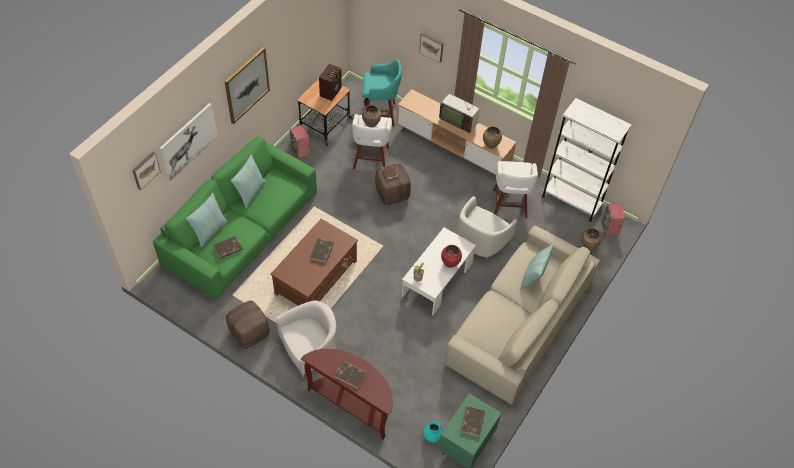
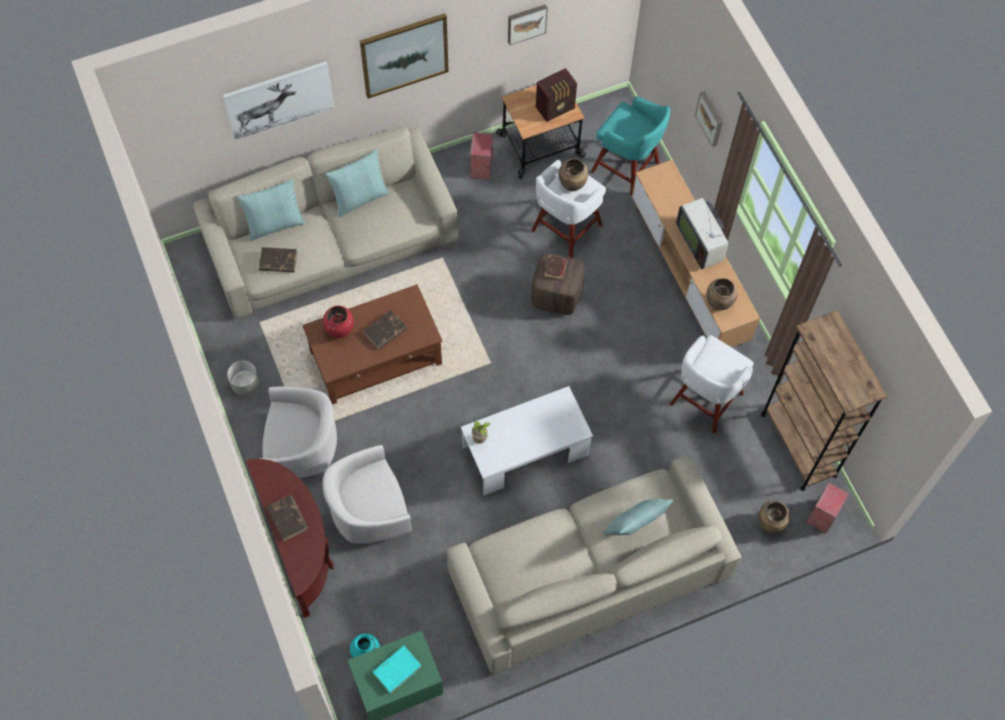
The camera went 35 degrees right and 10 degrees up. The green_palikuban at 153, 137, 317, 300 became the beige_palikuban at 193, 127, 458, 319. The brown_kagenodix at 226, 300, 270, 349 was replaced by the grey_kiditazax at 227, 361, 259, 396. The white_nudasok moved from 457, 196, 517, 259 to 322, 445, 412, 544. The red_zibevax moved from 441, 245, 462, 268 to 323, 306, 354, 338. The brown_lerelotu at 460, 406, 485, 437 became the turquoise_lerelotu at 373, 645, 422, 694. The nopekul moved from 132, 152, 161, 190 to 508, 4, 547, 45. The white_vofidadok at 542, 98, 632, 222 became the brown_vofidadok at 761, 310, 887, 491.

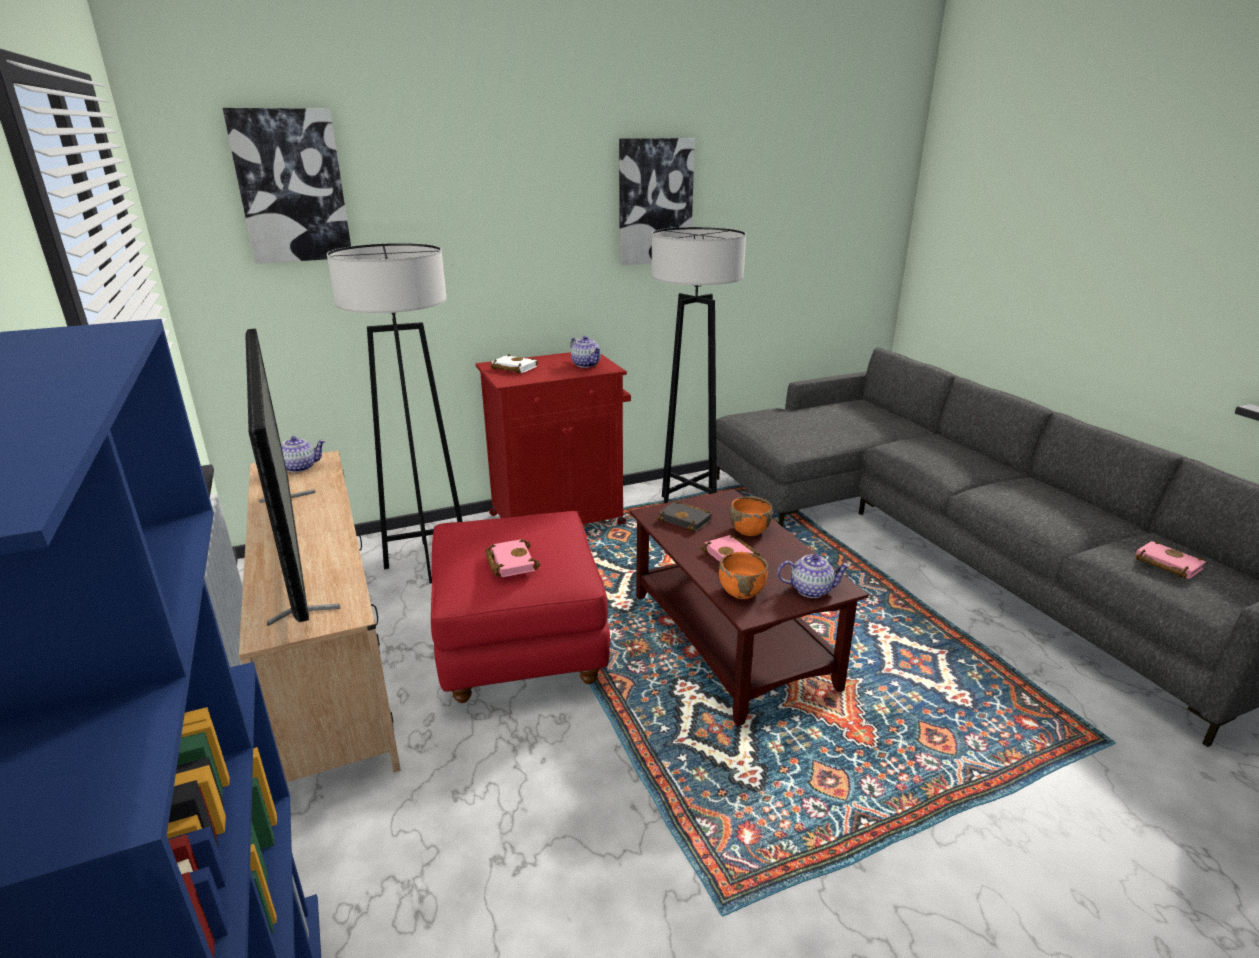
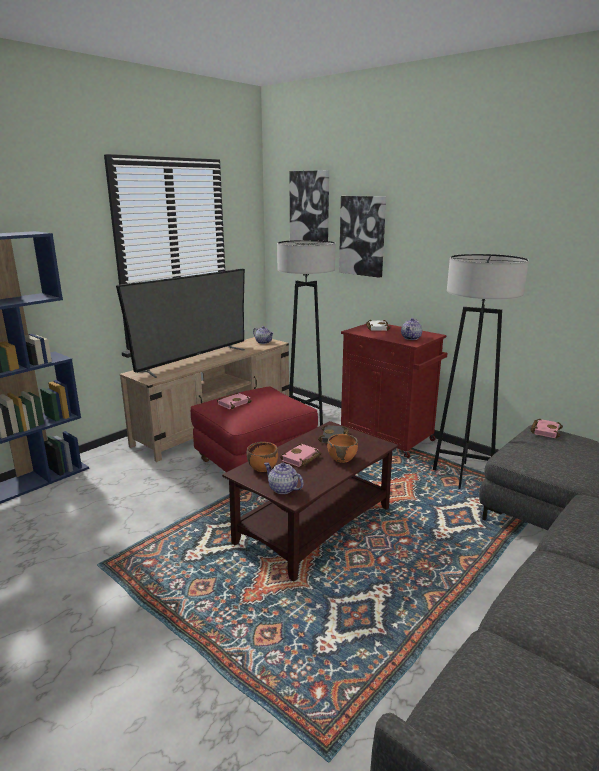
The camera went 65 degrees right and 5 degrees down. The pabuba at 777, 554, 850, 598 turned 150 degrees clockwise. The nopekul moved from 619, 138, 695, 265 to 339, 196, 386, 278. The pink_lerelotu moved from 1135, 541, 1206, 579 to 531, 419, 563, 438.

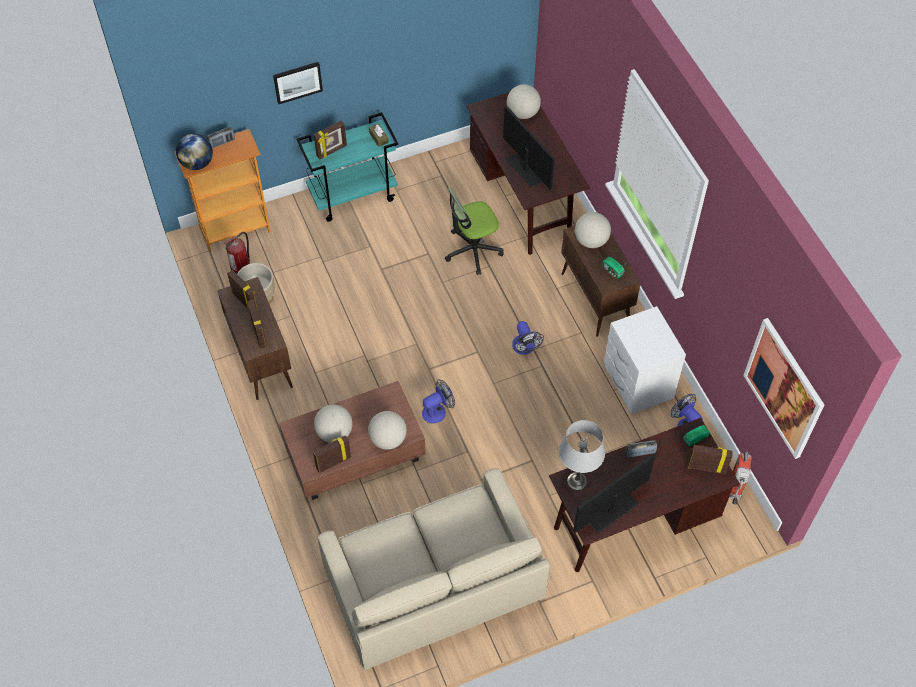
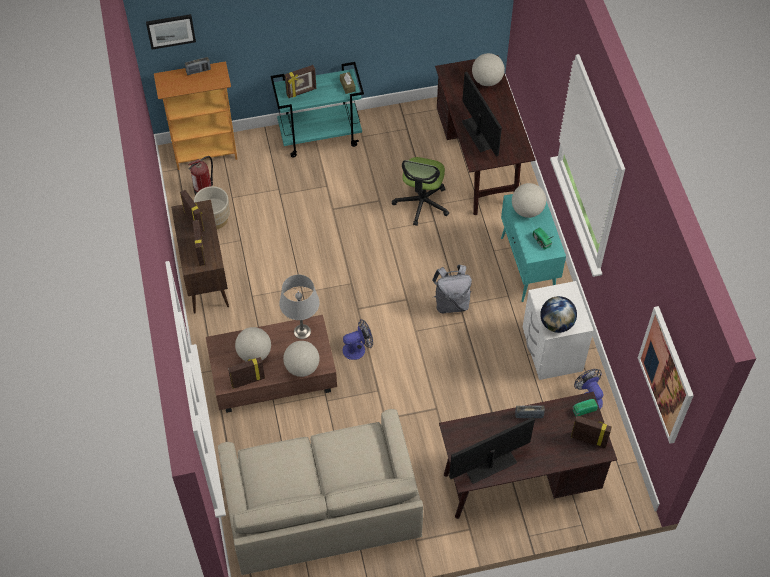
The camera went 10 degrees right and 0 degrees up. The nopekul moved from 273, 62, 323, 104 to 146, 14, 196, 49. The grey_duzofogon moved from 559, 420, 605, 490 to 279, 275, 320, 339. The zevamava at 445, 187, 504, 275 turned 60 degrees counterclockwise. The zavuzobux at 512, 321, 544, 355 was replaced by the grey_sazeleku at 432, 264, 472, 313. The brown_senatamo at 561, 226, 641, 337 became the turquoise_senatamo at 501, 194, 566, 302. The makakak moved from 176, 134, 213, 170 to 540, 296, 577, 333. The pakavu at 729, 451, 751, 505 disappeared.

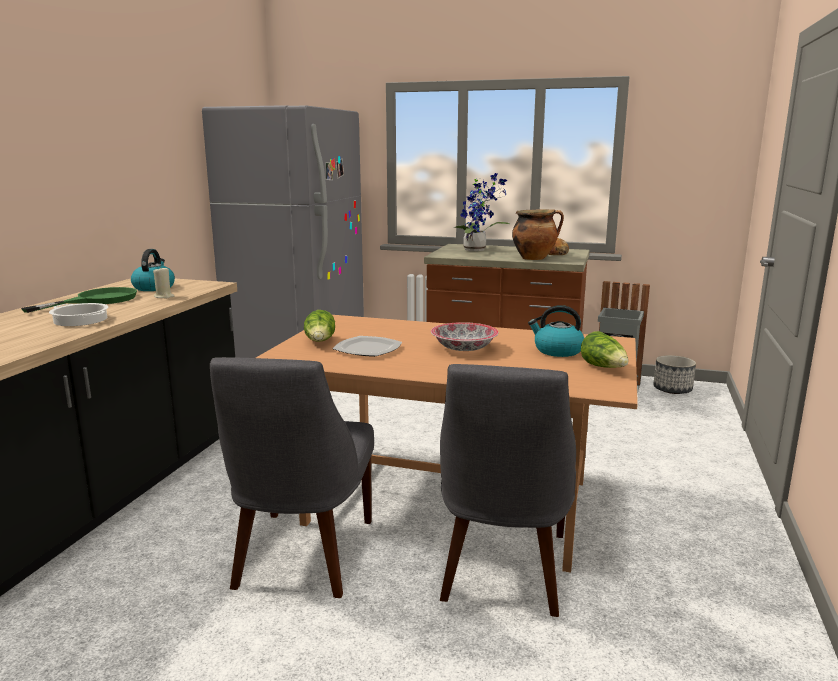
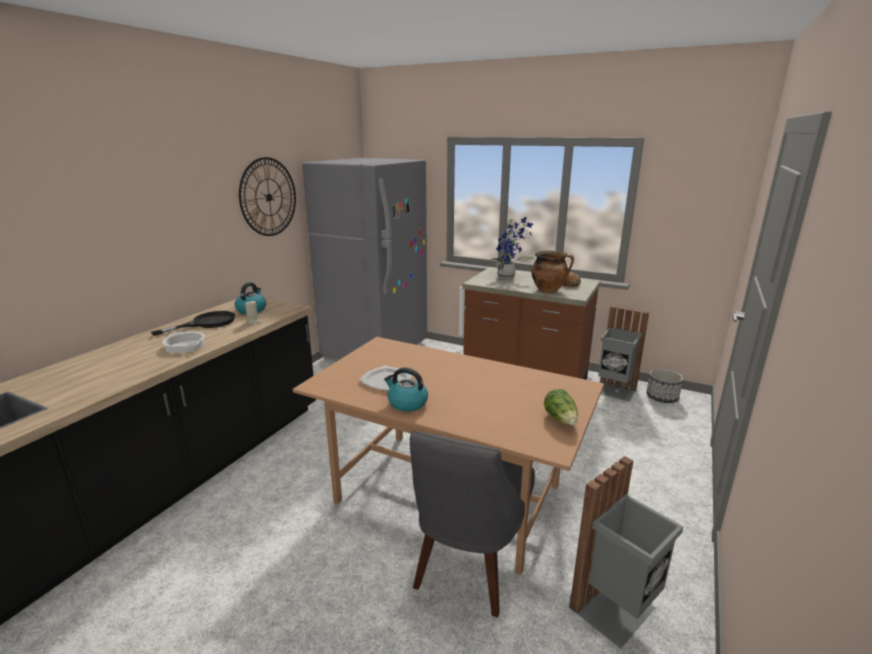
The camera went 10 degrees right and 5 degrees up. The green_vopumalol at 21, 287, 137, 313 became the black_vopumalol at 151, 311, 235, 336. The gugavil at 239, 157, 296, 236 appeared. The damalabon moved from 528, 305, 584, 357 to 384, 368, 428, 411. The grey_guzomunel at 569, 456, 683, 649 appeared. The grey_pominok at 210, 357, 374, 598 disappeared. The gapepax at 304, 310, 335, 342 disappeared. The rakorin at 431, 322, 499, 351 disappeared.

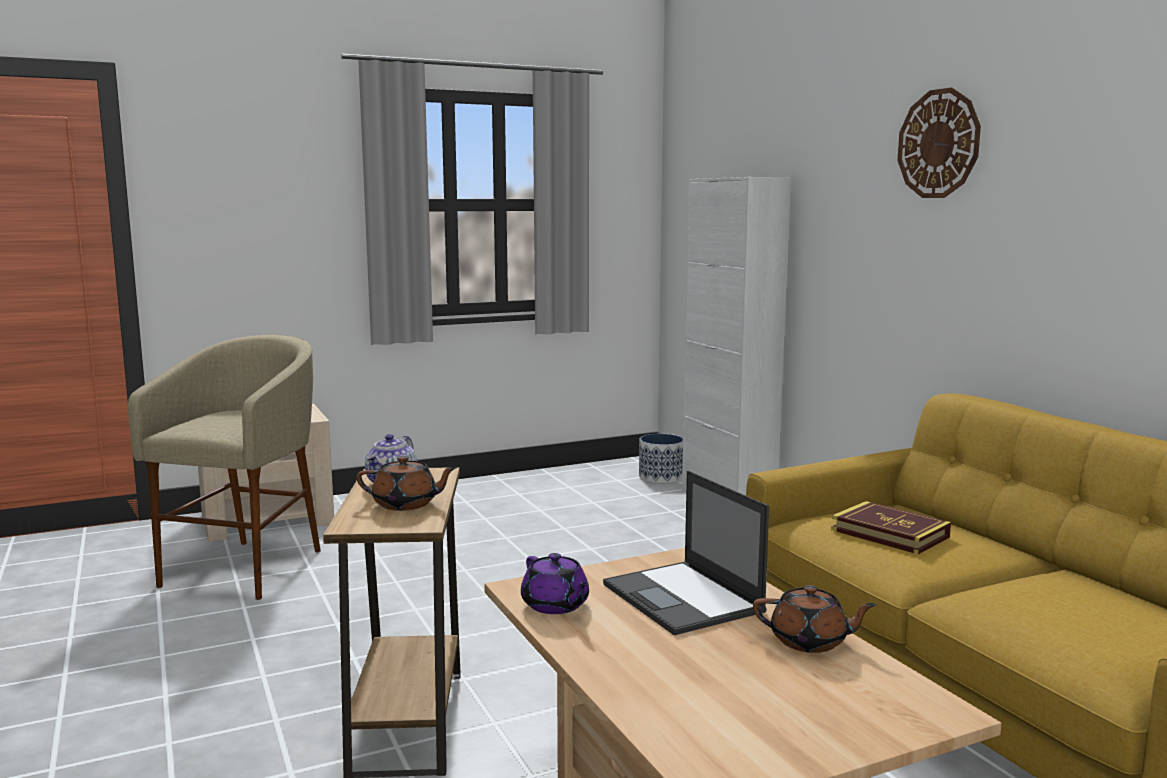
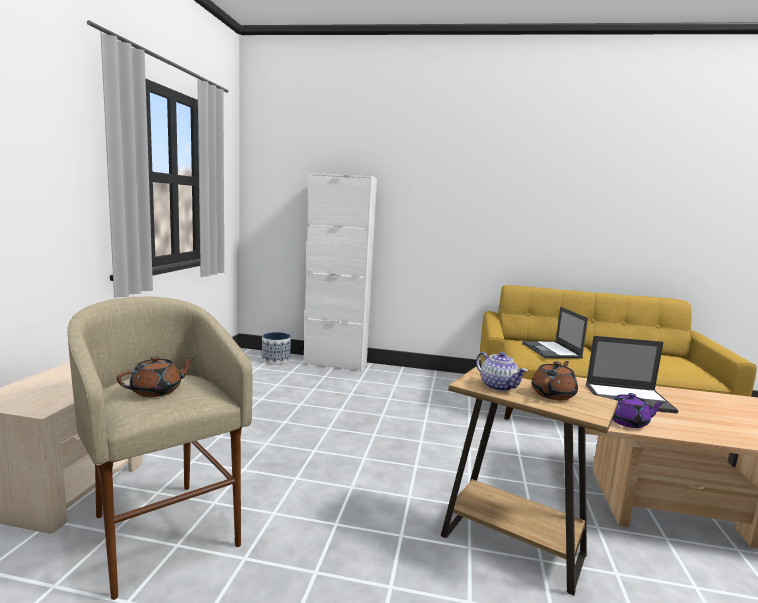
The camera went 55 degrees left and 0 degrees up. The brown_pabuba moved from 753, 585, 877, 653 to 117, 356, 195, 397. The lerelotu at 831, 501, 951, 554 was replaced by the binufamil at 522, 307, 588, 358. The gugavil at 897, 88, 981, 198 disappeared.

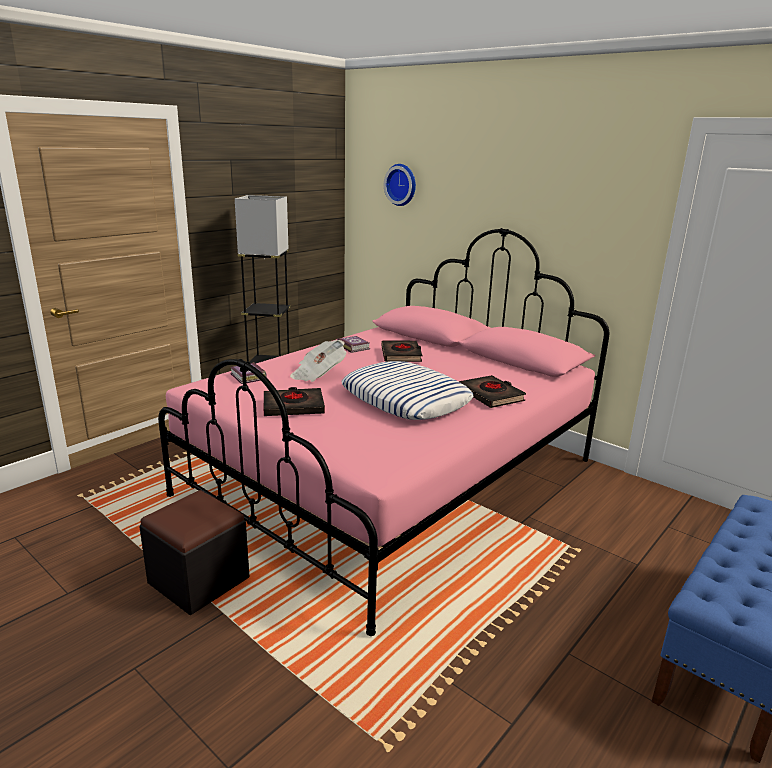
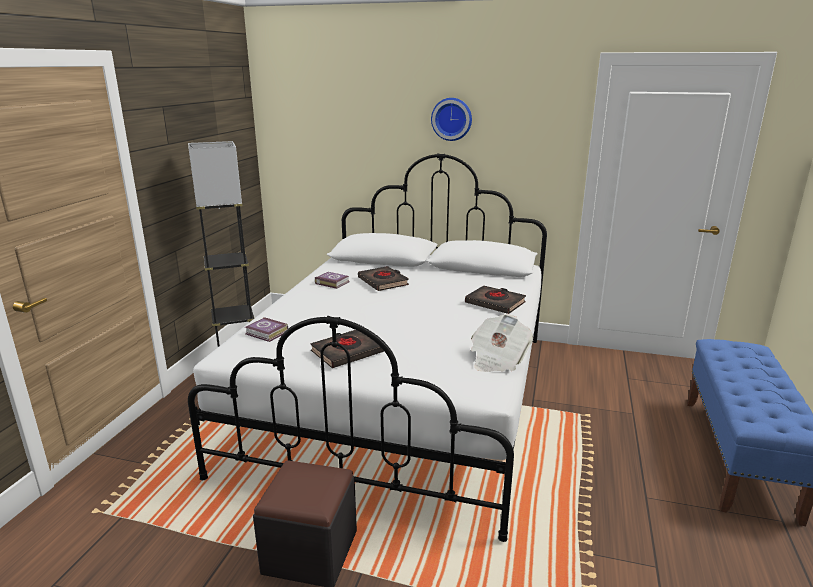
The camera went 25 degrees left and 0 degrees up. The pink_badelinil at 158, 228, 609, 636 became the white_badelinil at 188, 153, 547, 542. The gugavil moved from 384, 164, 416, 206 to 431, 98, 472, 141. The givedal moved from 290, 340, 346, 382 to 471, 314, 533, 372. The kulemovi at 341, 361, 473, 420 disappeared.

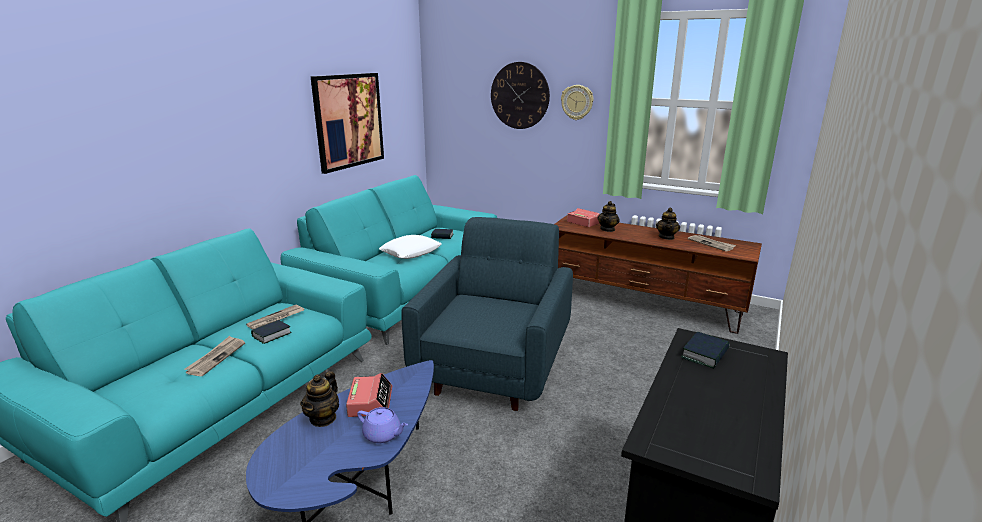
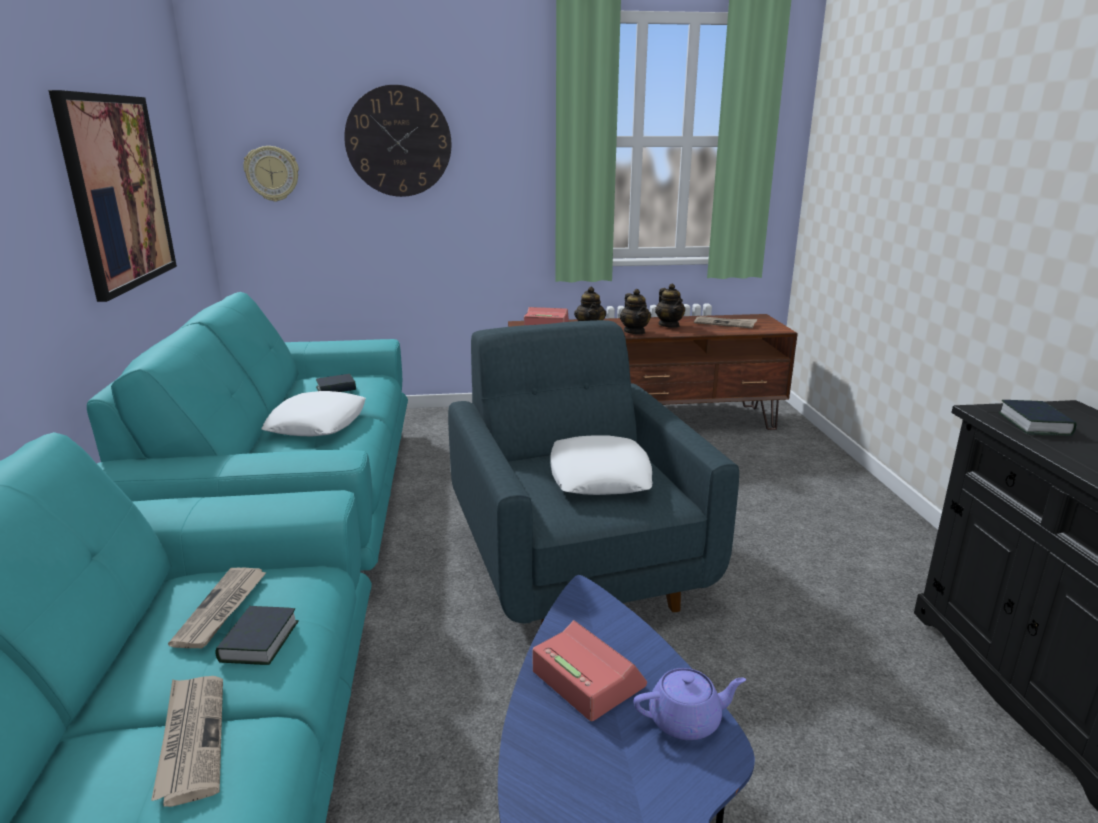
The camera went 35 degrees left and 0 degrees up. The gugavil moved from 561, 85, 594, 120 to 243, 146, 299, 202. The white_kulemovi at 551, 435, 653, 495 appeared. The pabuba moved from 300, 371, 339, 427 to 620, 289, 651, 334.

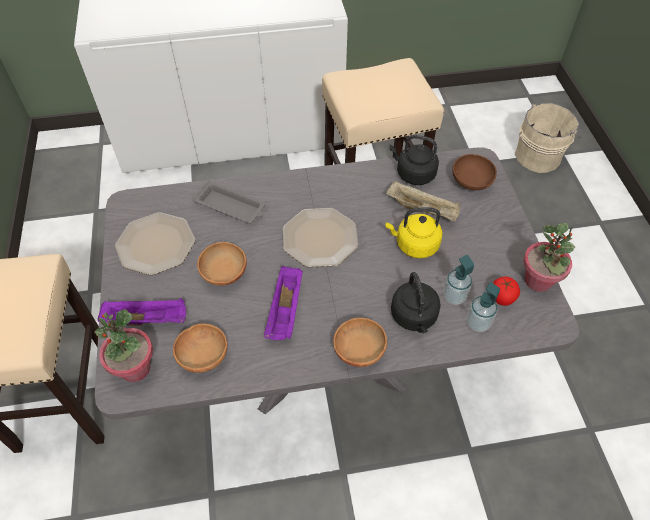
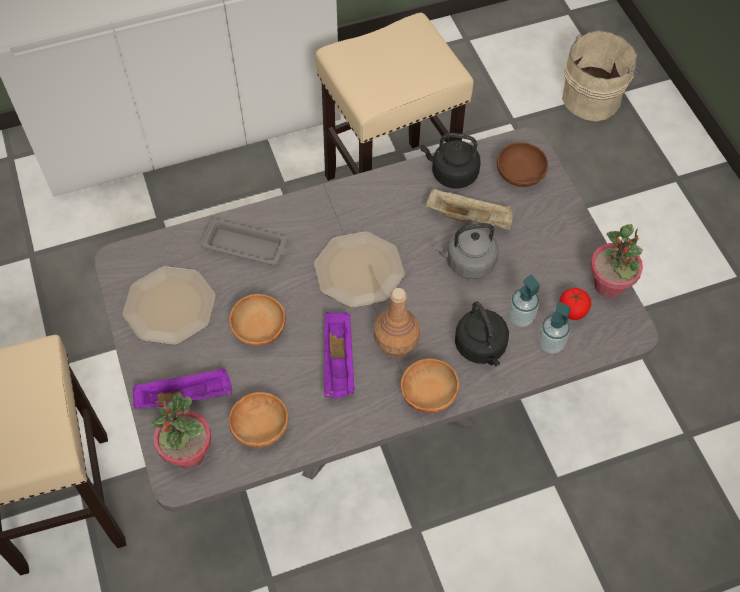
The camera went 10 degrees left and 5 degrees up. The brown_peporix at 374, 288, 420, 358 appeared. The yellow_damalabon at 385, 207, 442, 258 became the grey_damalabon at 433, 223, 498, 279.

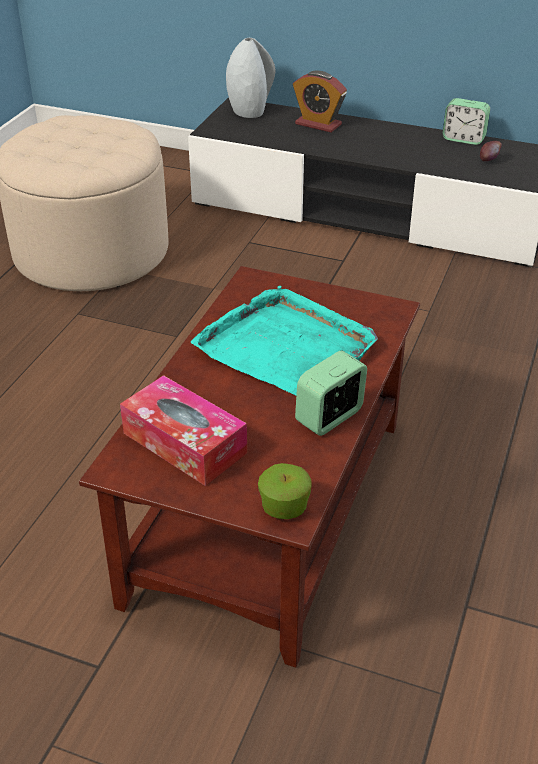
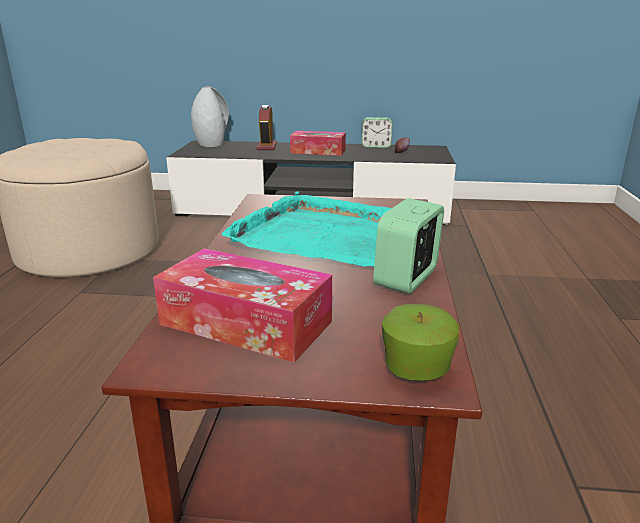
The camera went 15 degrees left and 15 degrees down. The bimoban at 293, 71, 347, 132 turned 75 degrees clockwise. The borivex at 290, 131, 346, 156 appeared.

